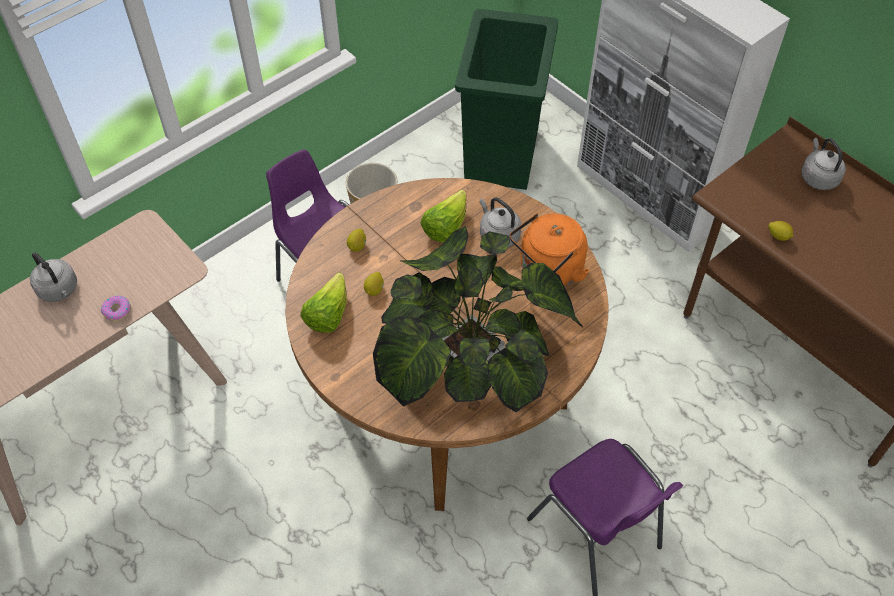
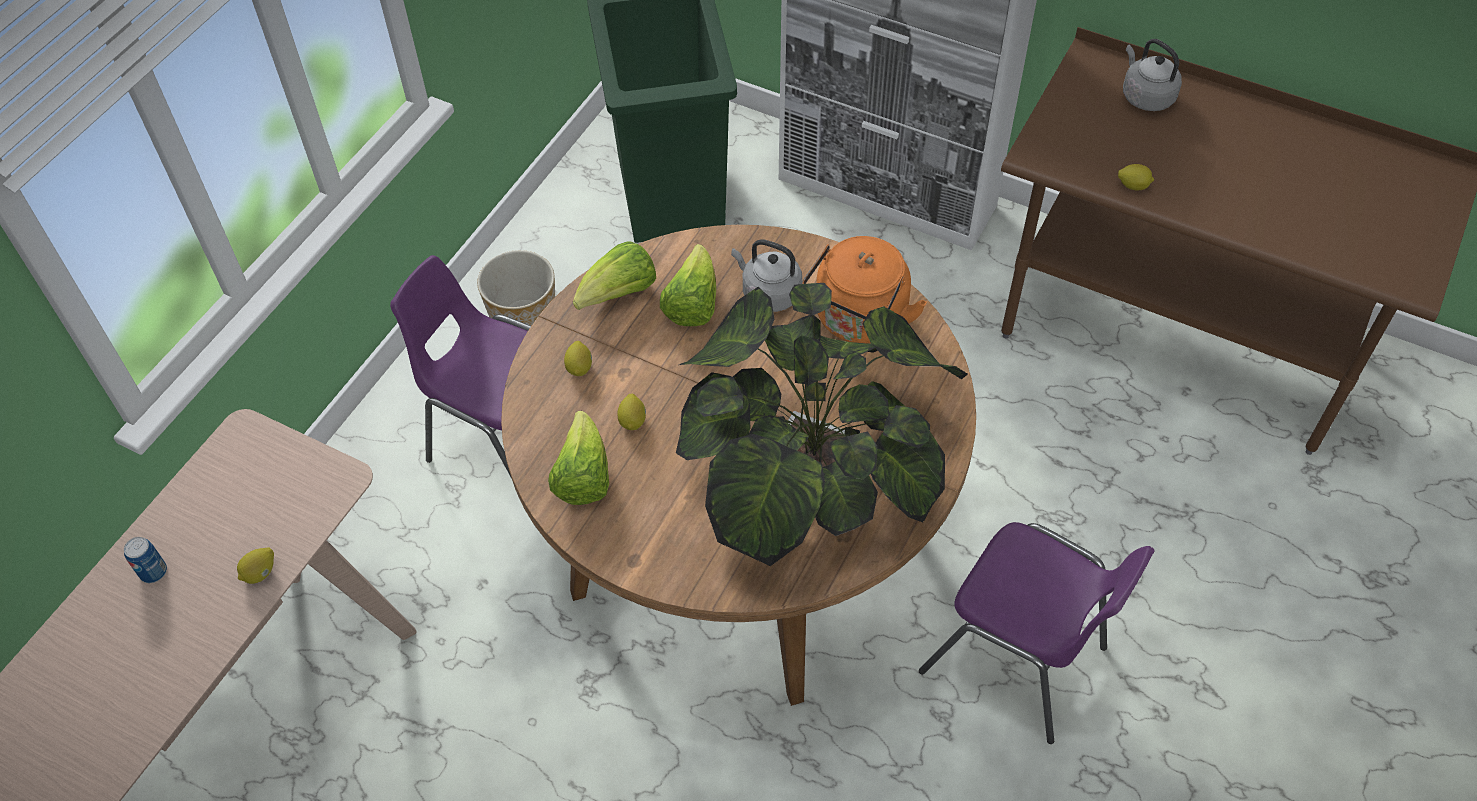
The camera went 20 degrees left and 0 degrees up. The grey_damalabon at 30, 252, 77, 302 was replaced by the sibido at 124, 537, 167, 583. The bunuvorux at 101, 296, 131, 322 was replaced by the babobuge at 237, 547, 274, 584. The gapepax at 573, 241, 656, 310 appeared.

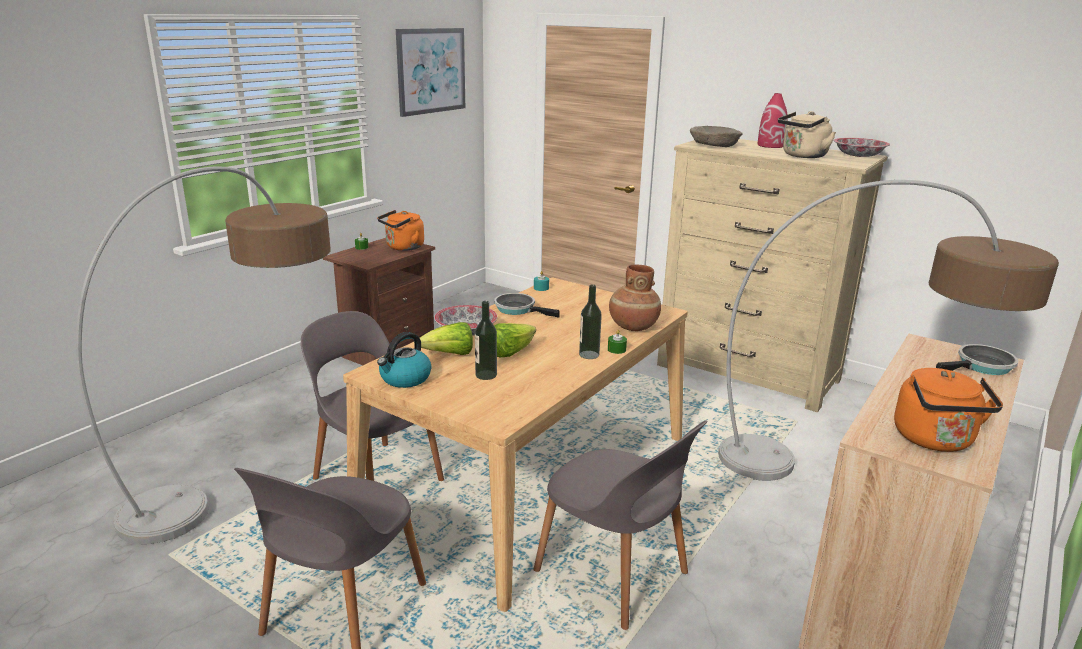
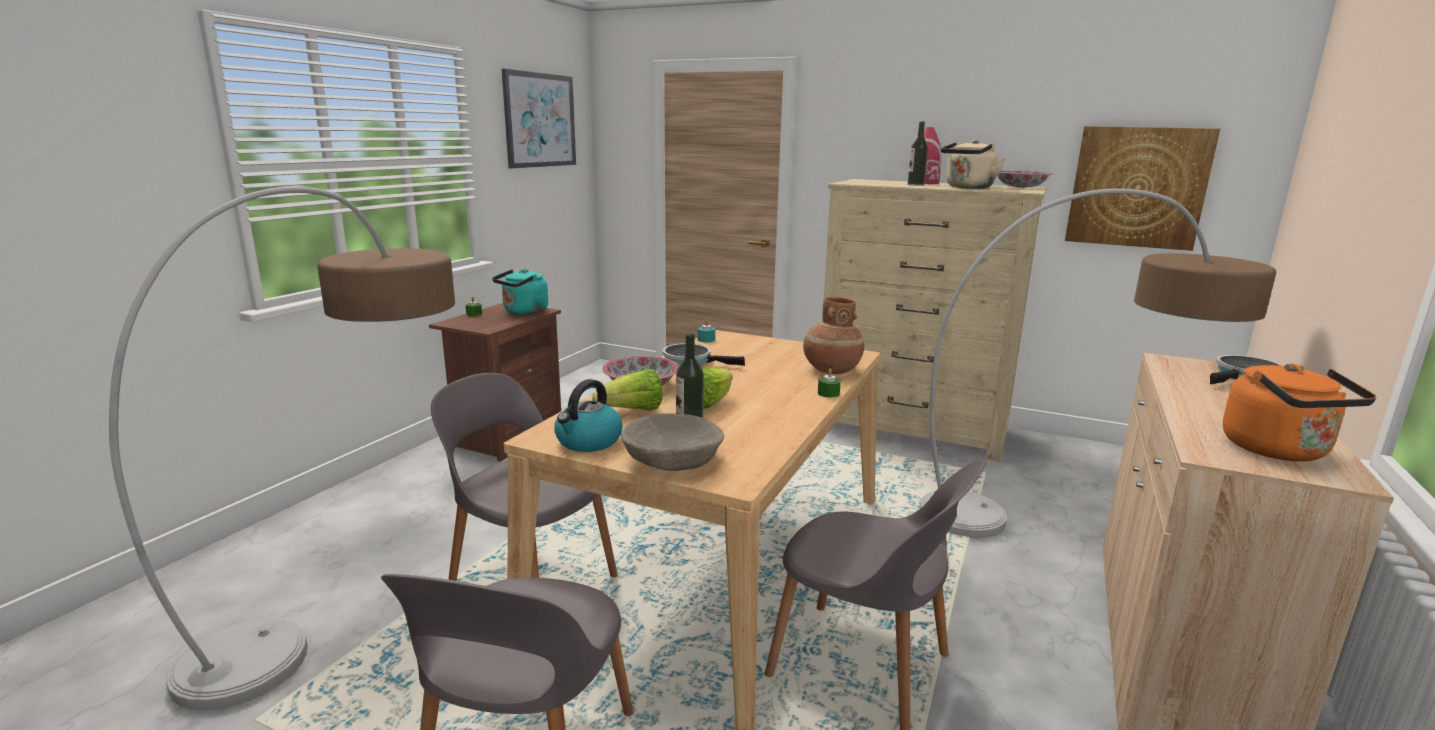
The camera went 10 degrees left and 5 degrees down. The orange_damalabon at 377, 210, 424, 251 became the turquoise_damalabon at 492, 269, 548, 315. The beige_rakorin moved from 690, 126, 743, 147 to 621, 413, 724, 471. The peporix moved from 579, 284, 602, 359 to 908, 122, 928, 186. The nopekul at 1065, 126, 1220, 251 appeared.

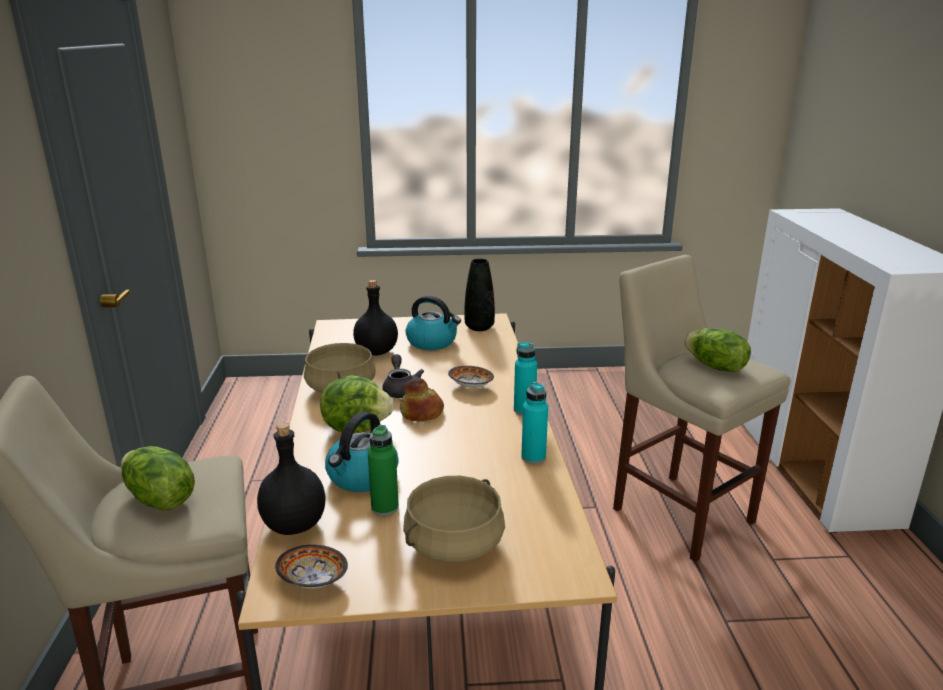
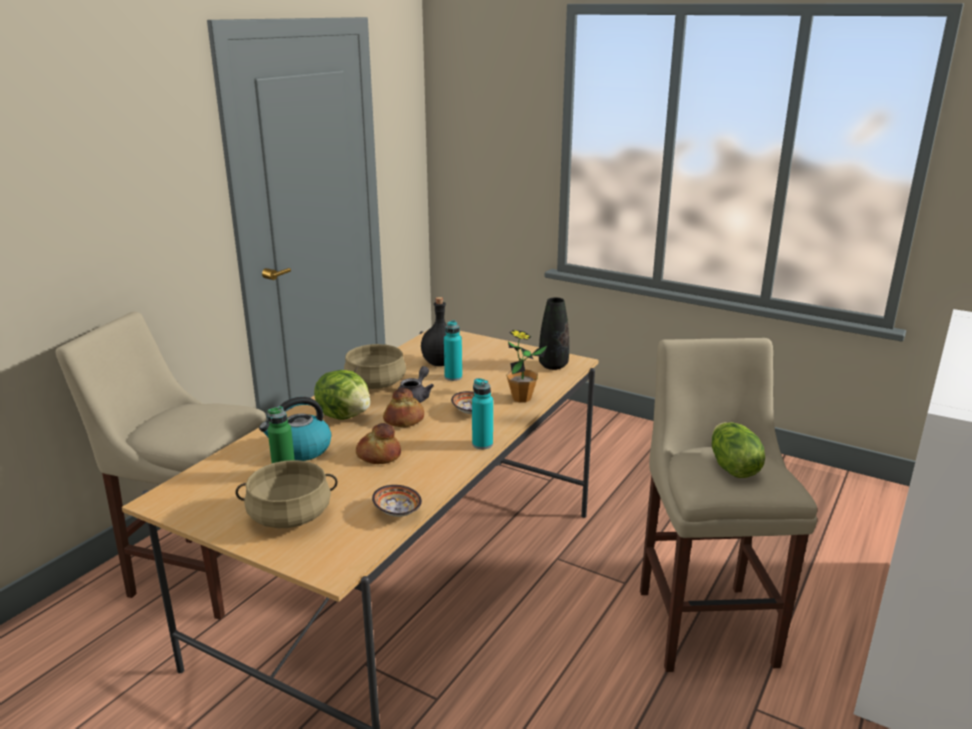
The camera went 35 degrees right and 0 degrees up. The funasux at 356, 423, 401, 464 appeared. The rakorin moved from 275, 545, 348, 589 to 372, 485, 422, 517. The turquoise_peporix moved from 521, 381, 548, 464 to 444, 320, 462, 381. The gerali at 506, 330, 547, 403 appeared. The gapepax at 121, 446, 195, 510 disappeared. The black_peporix at 257, 423, 326, 535 disappeared. The damalabon at 405, 296, 461, 350 disappeared.

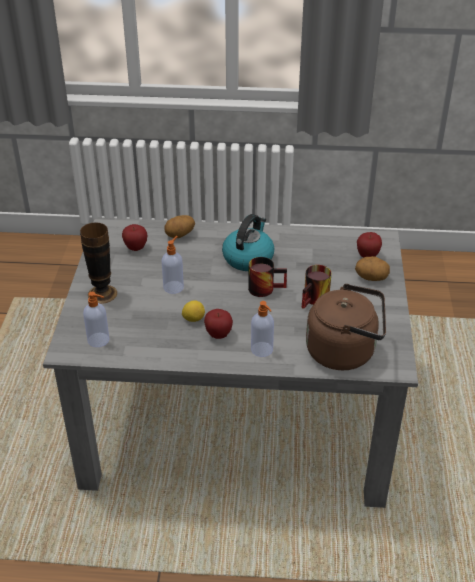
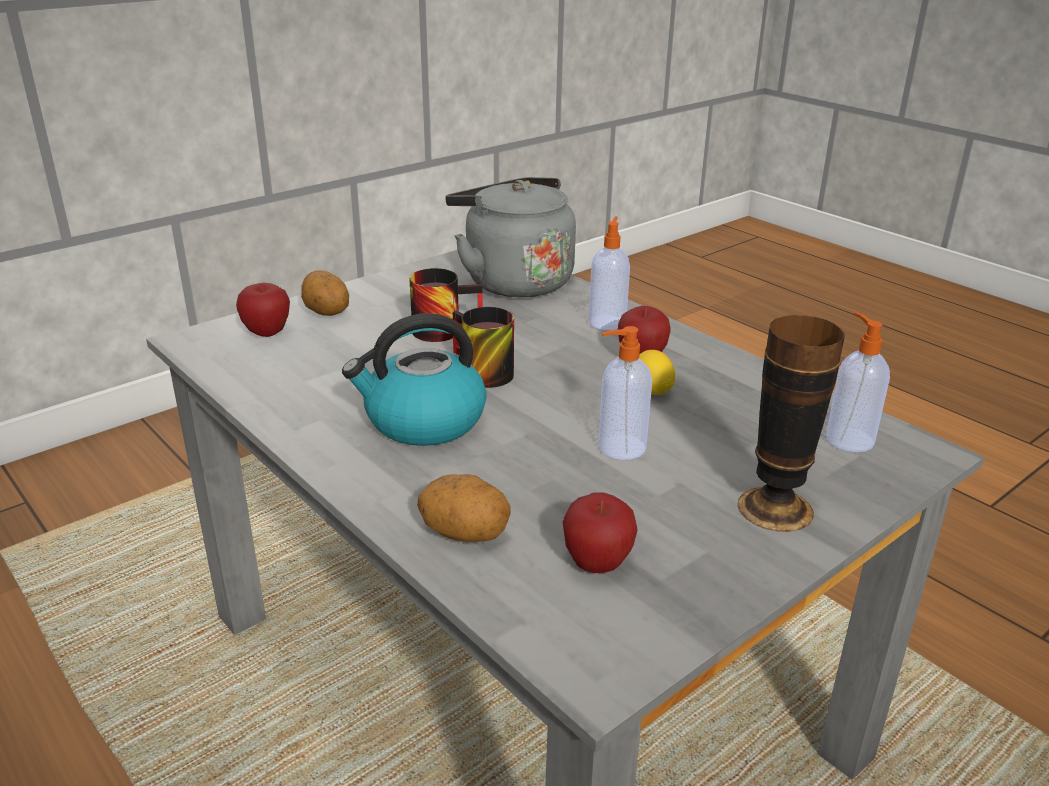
The camera went 135 degrees left and 10 degrees down. The brown_damalabon at 306, 284, 386, 370 became the grey_damalabon at 445, 177, 576, 297.

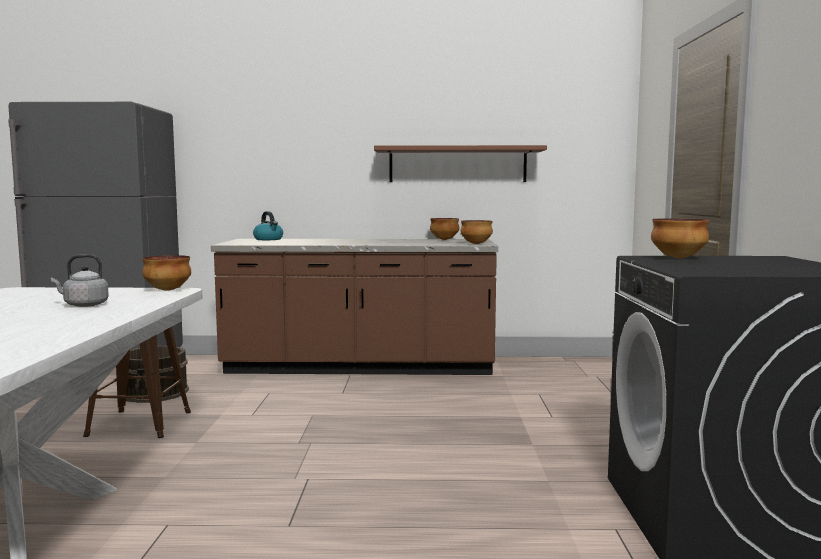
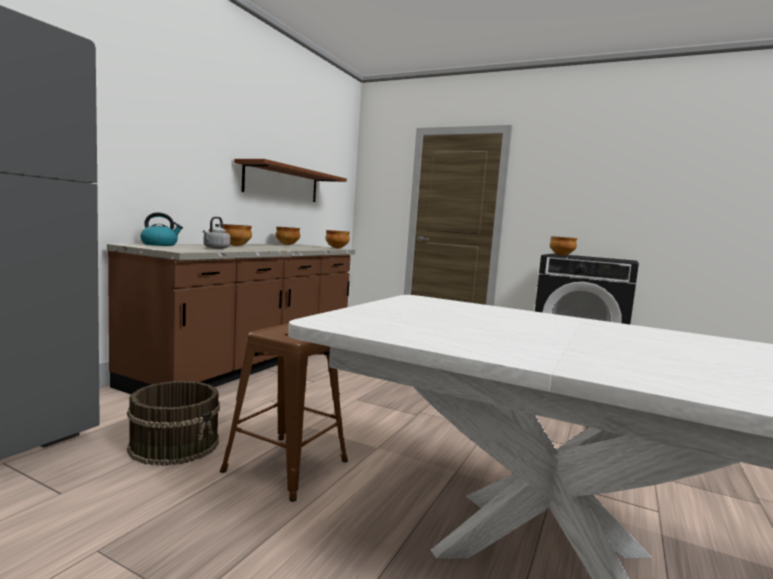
The camera went 65 degrees left and 0 degrees up. The grey_damalabon moved from 51, 254, 109, 307 to 203, 217, 231, 249. The rakorin moved from 142, 255, 191, 291 to 223, 224, 252, 246.

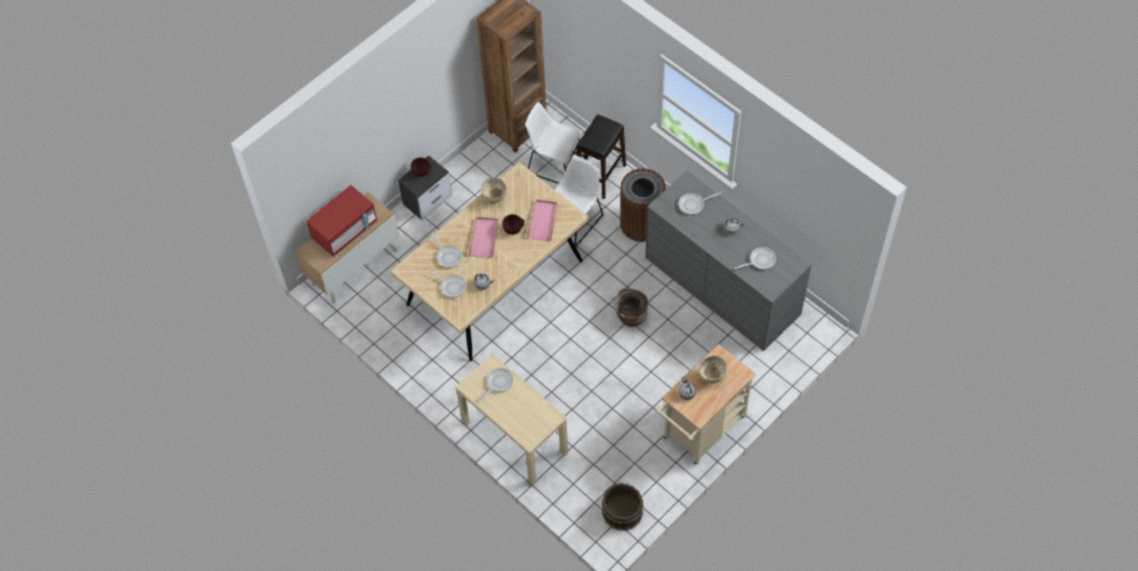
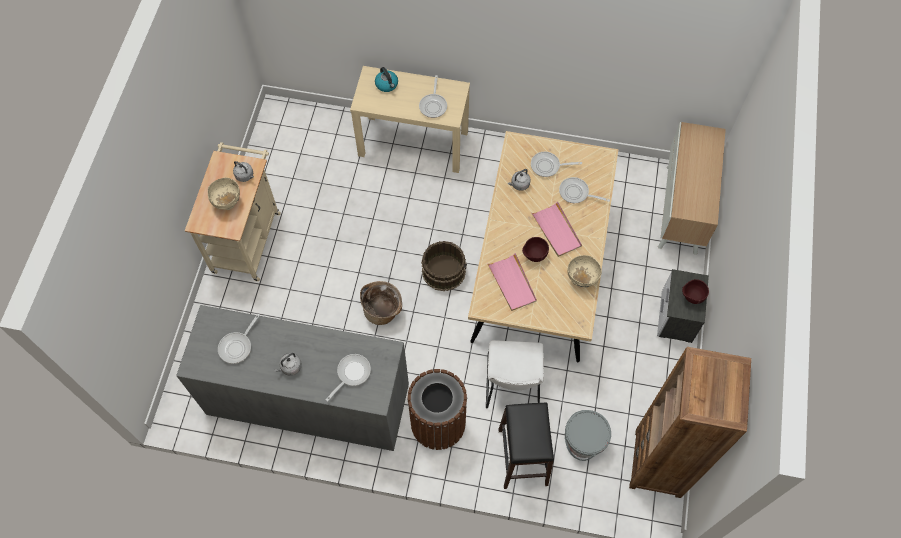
The camera went 145 degrees right and 5 degrees up. The damalabon at 375, 67, 398, 92 appeared. The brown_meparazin moved from 602, 483, 643, 531 to 421, 241, 467, 291. The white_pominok at 525, 102, 586, 184 was replaced by the grey_meparazin at 565, 410, 611, 461. The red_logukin at 306, 185, 377, 257 disappeared.

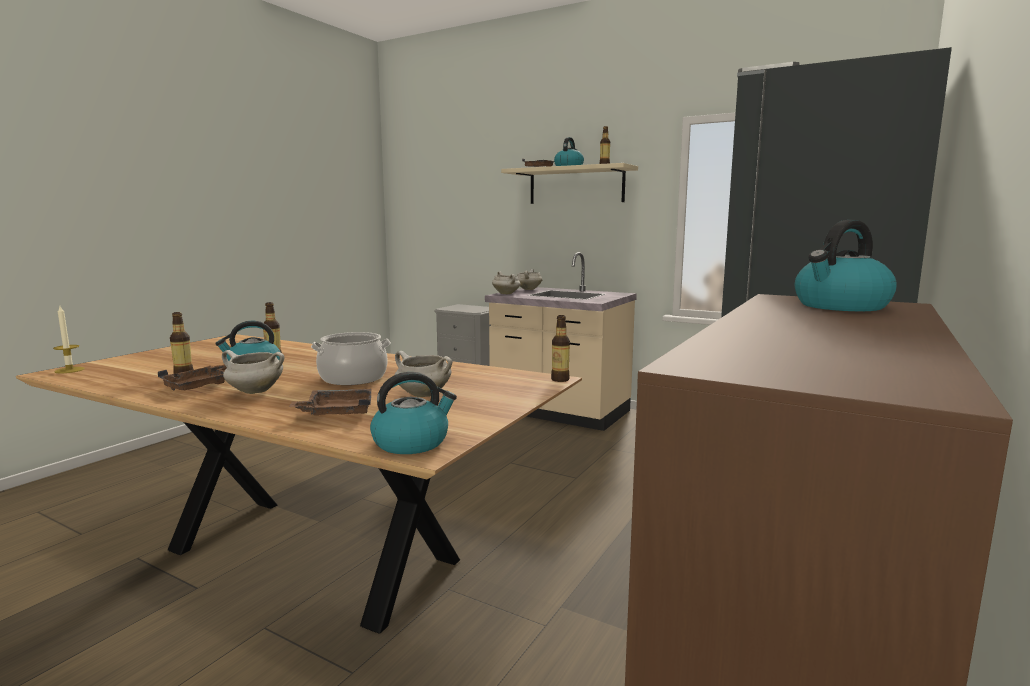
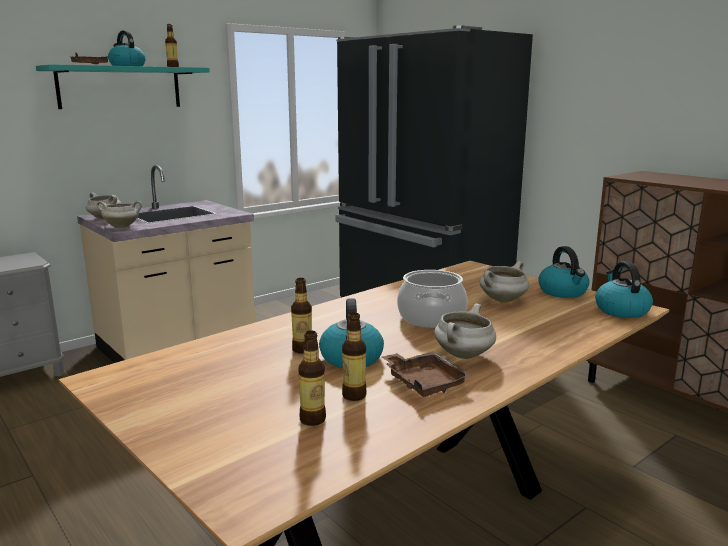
The camera went 70 degrees left and 5 degrees up. The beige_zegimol at 501, 163, 638, 204 became the turquoise_zegimol at 36, 64, 210, 109. The peporix moved from 551, 315, 570, 382 to 298, 330, 326, 426. The damalabon moved from 795, 220, 897, 311 to 538, 246, 590, 298. The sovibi at 53, 306, 85, 373 disappeared. The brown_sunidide at 289, 389, 372, 415 disappeared.

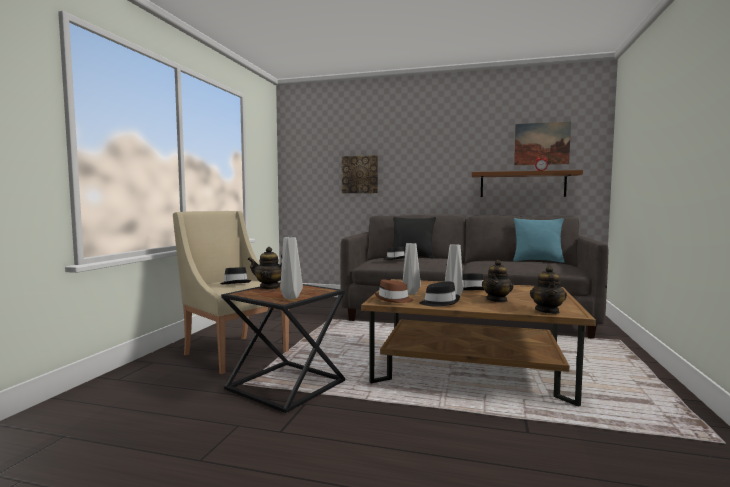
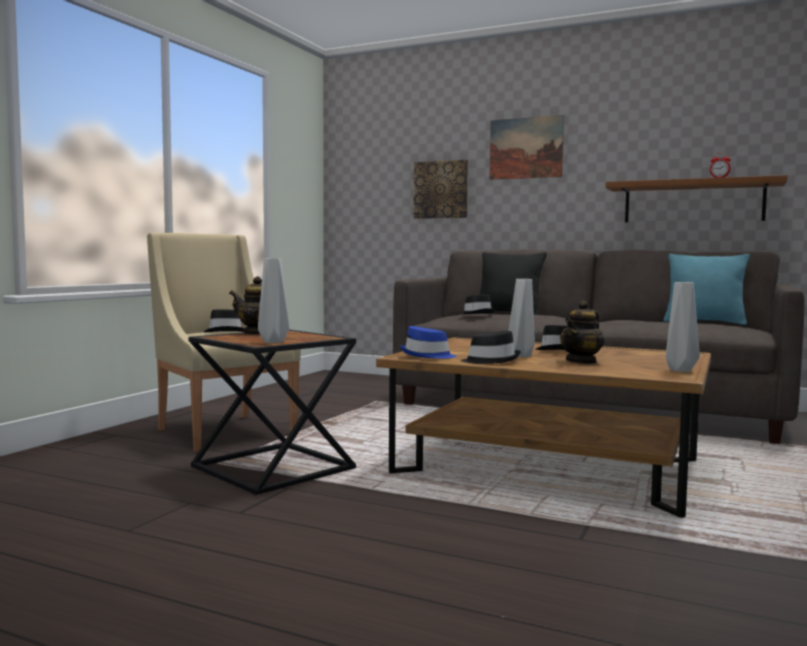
The camera went 10 degrees right and 0 degrees up. The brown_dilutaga at 375, 279, 414, 303 became the blue_dilutaga at 400, 326, 456, 359. The nopekul moved from 514, 122, 571, 165 to 489, 115, 564, 180. The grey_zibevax moved from 403, 243, 421, 295 to 666, 282, 700, 372. The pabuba at 530, 266, 567, 314 disappeared.

